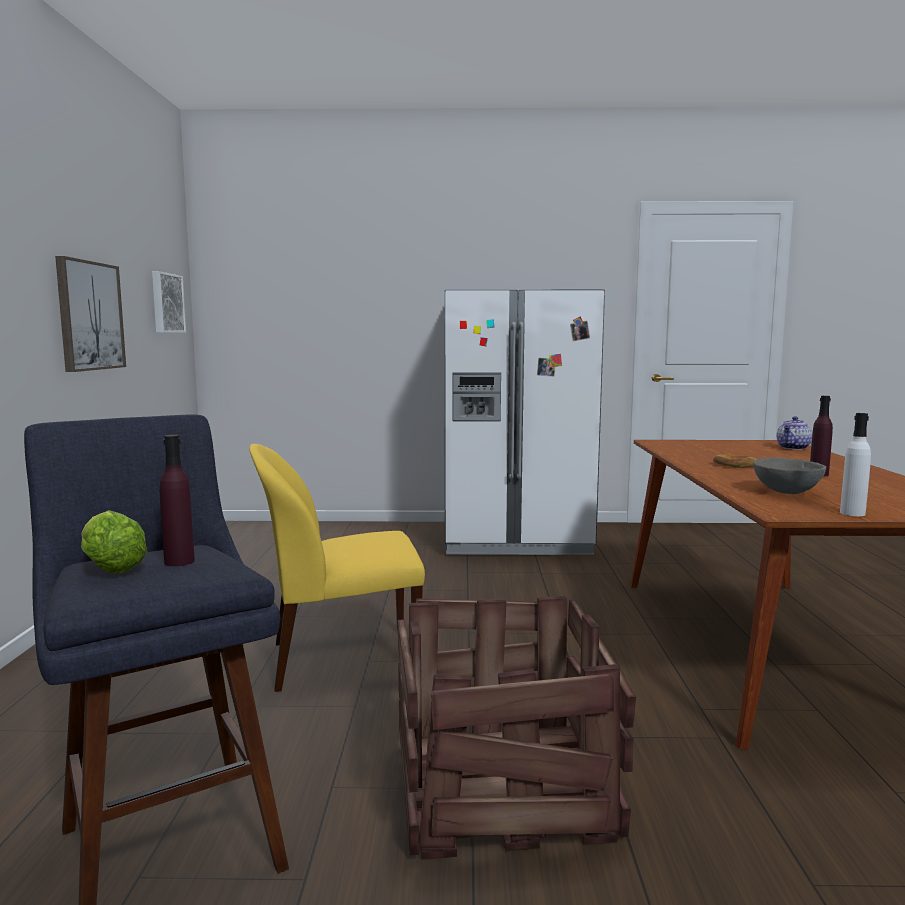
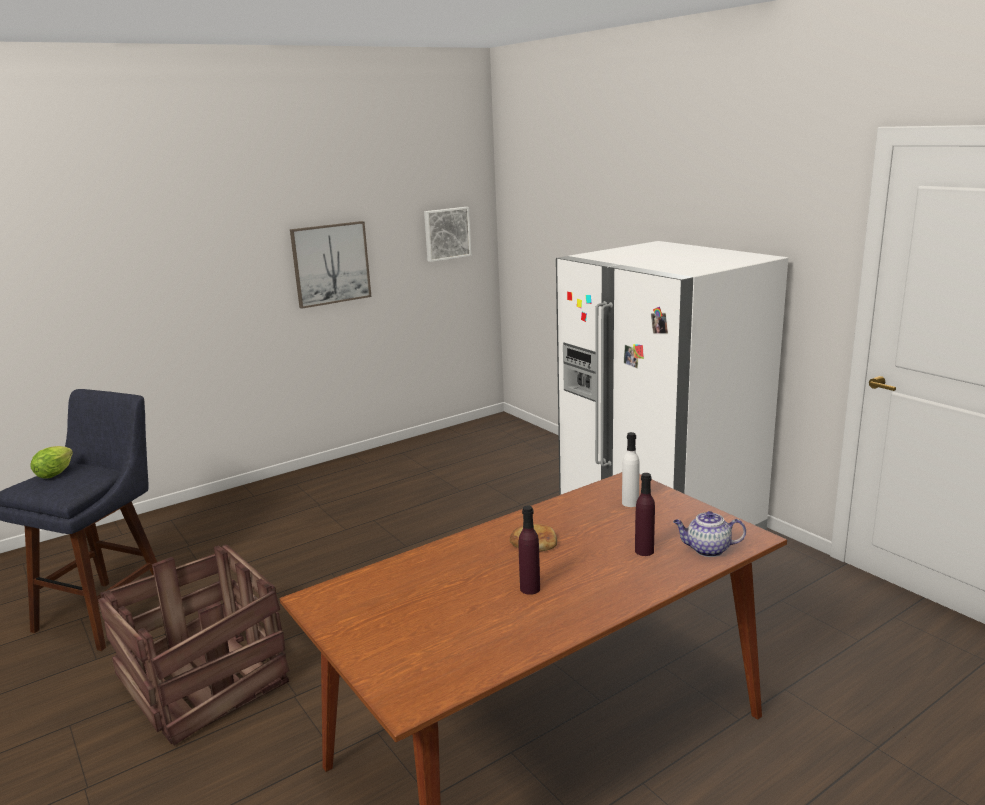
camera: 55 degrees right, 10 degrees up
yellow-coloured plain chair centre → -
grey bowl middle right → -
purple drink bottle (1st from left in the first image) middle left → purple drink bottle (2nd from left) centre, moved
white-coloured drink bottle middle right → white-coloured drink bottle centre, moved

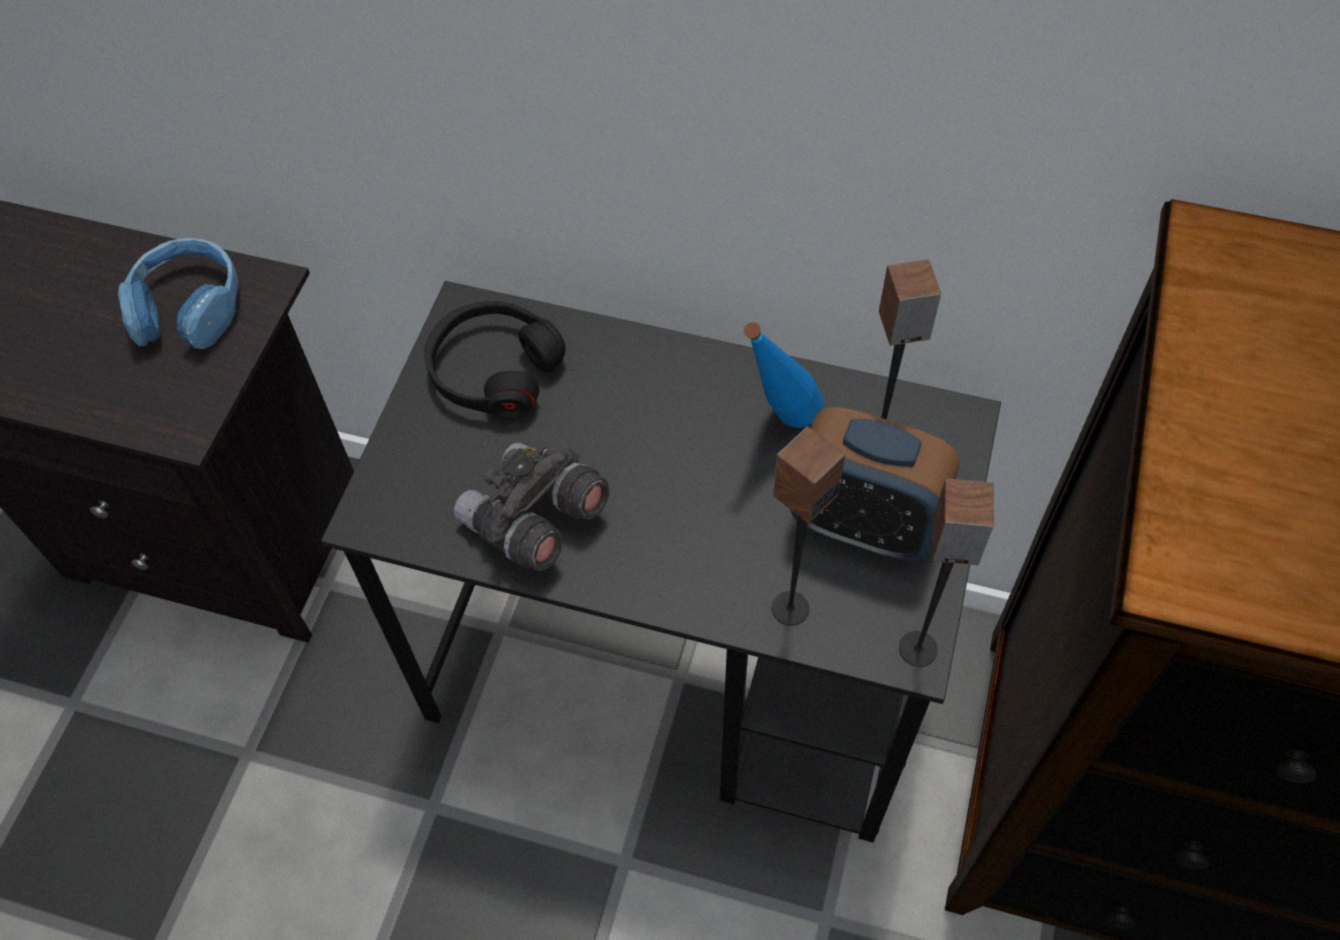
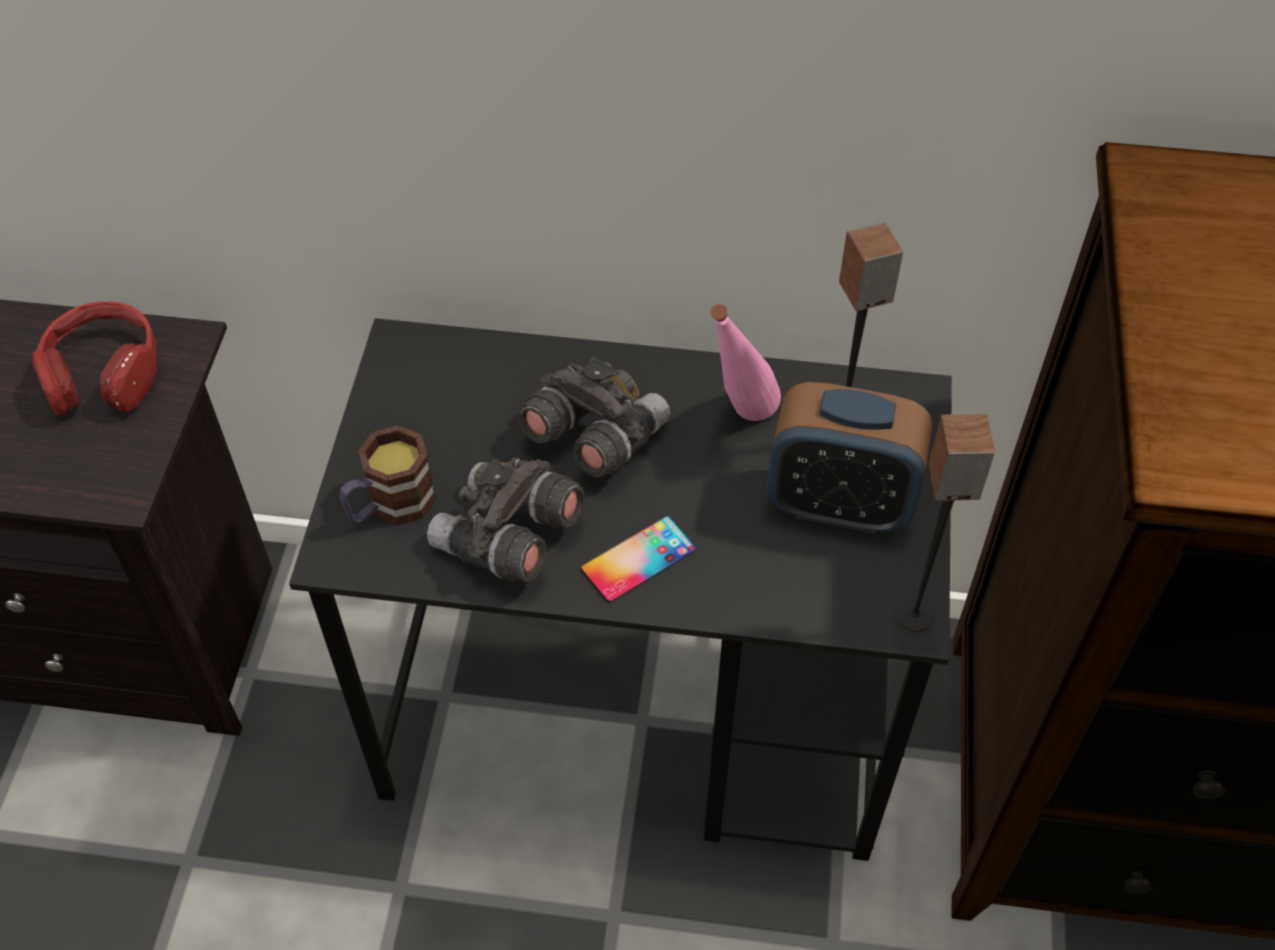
camera: 10 degrees left, 5 degrees down
black-coloured headset centre → -
audio speaker (1st from left) centre → -
- → tea mug middle left
- → grey field glasses (2nd from left) centre
- → handset centre
blue-coloured headset top left → red-coloured headset middle left
blue-coloured drink bottle centre → pink drink bottle centre

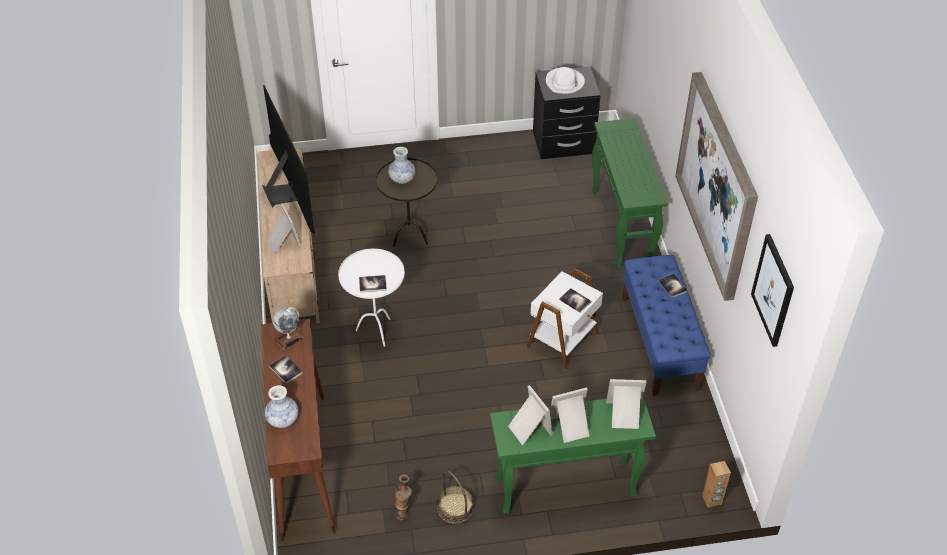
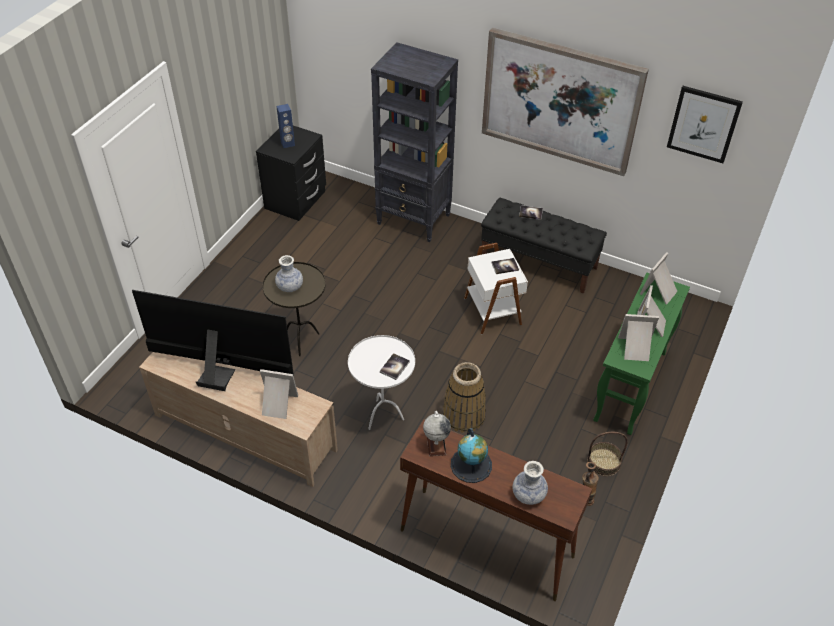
camera: 55 degrees left, 0 degrees up
brownish audio speaker bottom right → -
- → basket (1st from left) centre
book (1st from left) middle left → globe (2nd from left) bottom centre
white-coloured hat top centre → blue-coloured audio speaker top centre
greenish hall table (2nd from left) centre → black-coloured shelving unit top centre
blue-coloured bench middle right → black-coloured bench centre

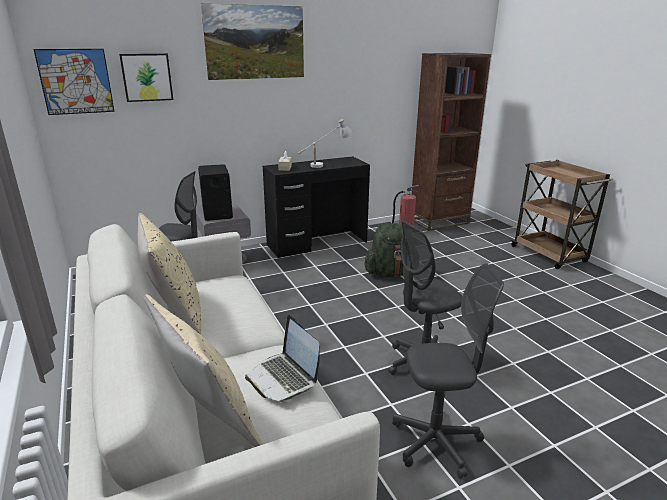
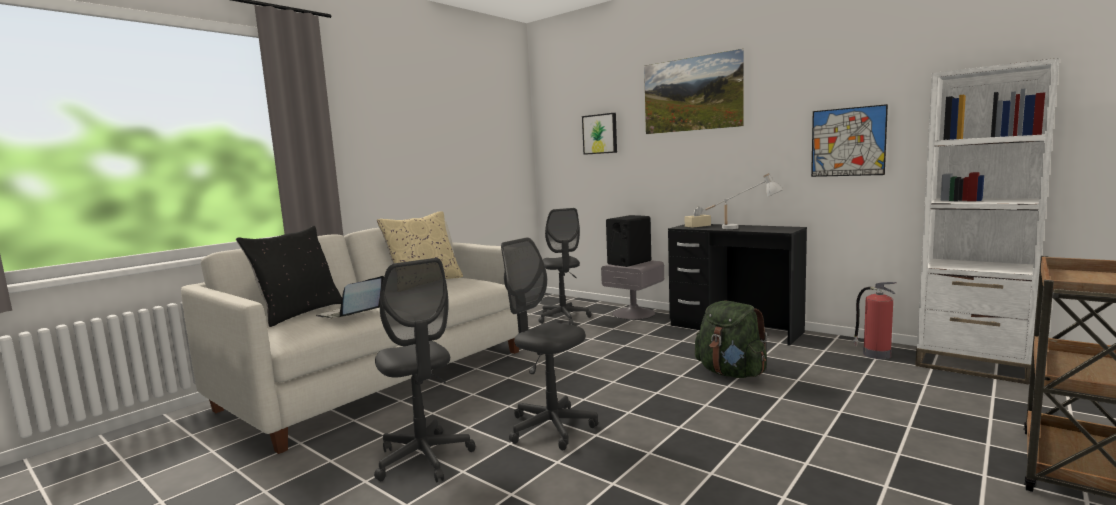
camera: 65 degrees right, 15 degrees down
wall picture (1st from left in the first image) top left → wall picture (3rd from left) top right, moved
sand-coloured pillow (2nd from left) bottom left → black-coloured pillow middle left
brownish shelving unit top right → white-coloured shelving unit middle right

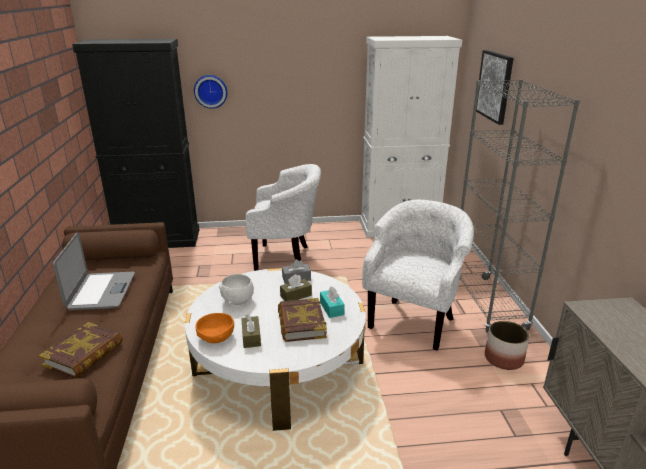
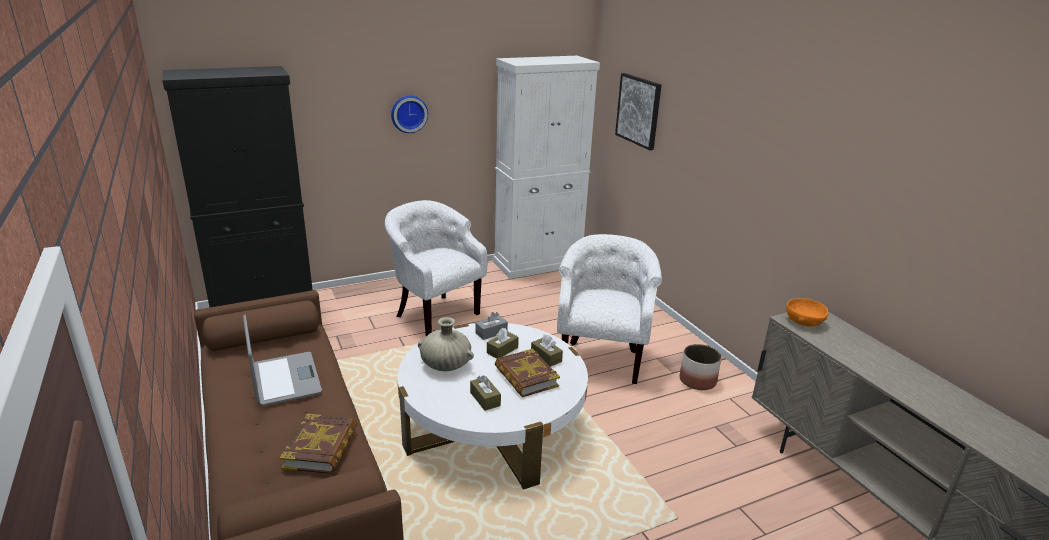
camera: 20 degrees left, 0 degrees up
grey shelving unit middle right → -
wall clock top left → wall clock top centre, moved
orange bowl bottom left → orange bowl middle right, moved
white-coloured bowl centre → sand-coloured decorative vase centre
turquoise box of tissues centre → brownish box of tissues (3rd from left) centre
white-coloured lounge chair (1st from left) centre, 120 degrees counterclockwise

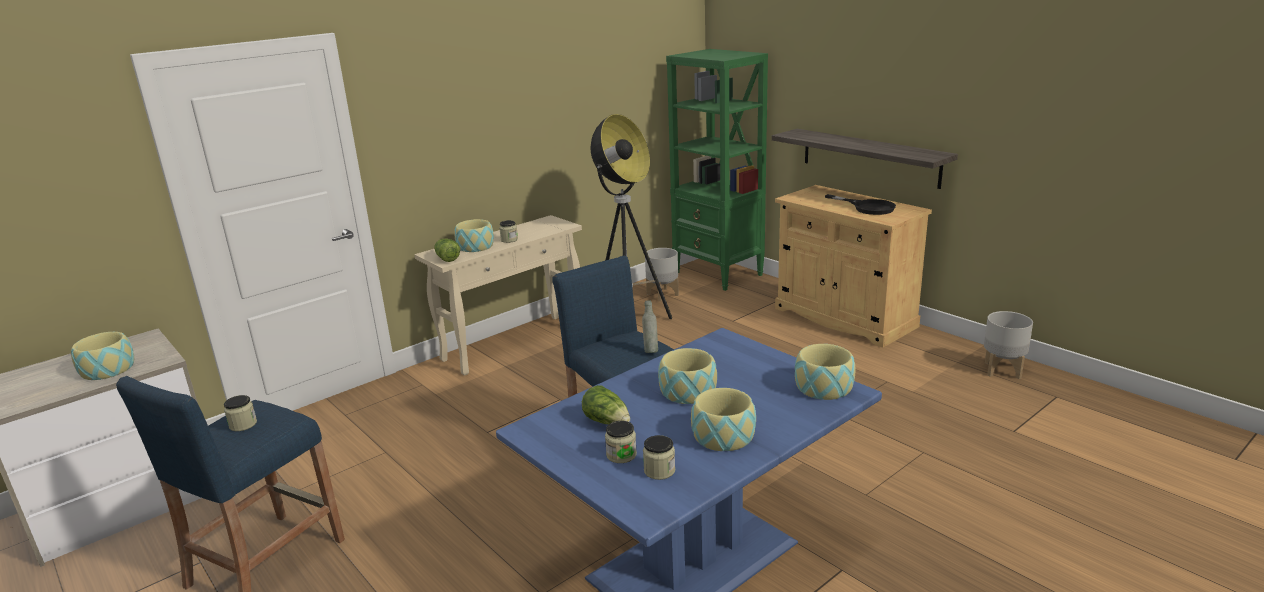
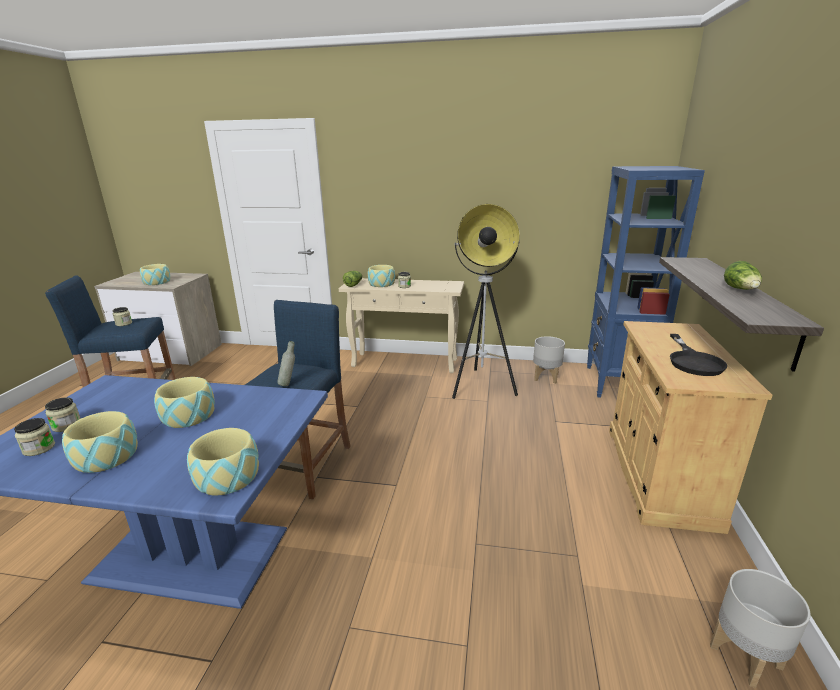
camera: 50 degrees right, 0 degrees up
head of lettuce (2nd from left) bottom centre → head of lettuce (2nd from left) middle right, moved
greenish shelving unit top centre → blue-coloured shelving unit middle right

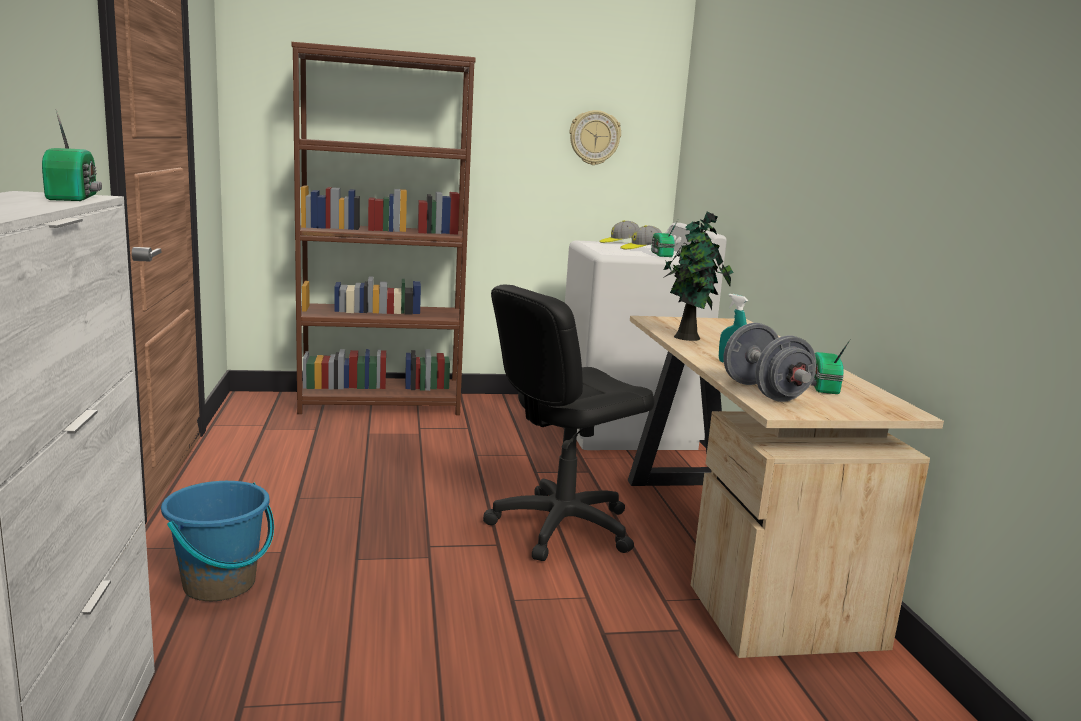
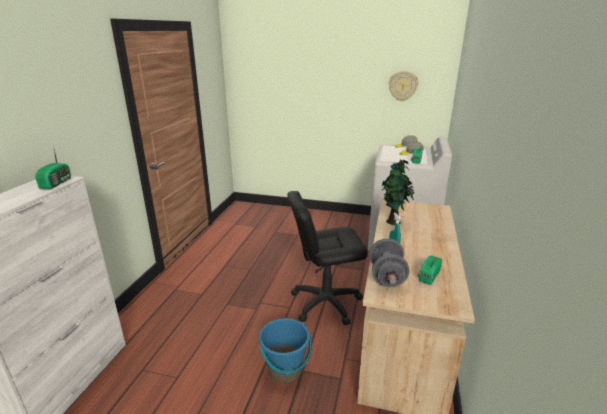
camera: 25 degrees right, 10 degrees up
brownish shelving unit top centre → -
blue-coloured pail bottom left → blue-coloured pail bottom centre, moved

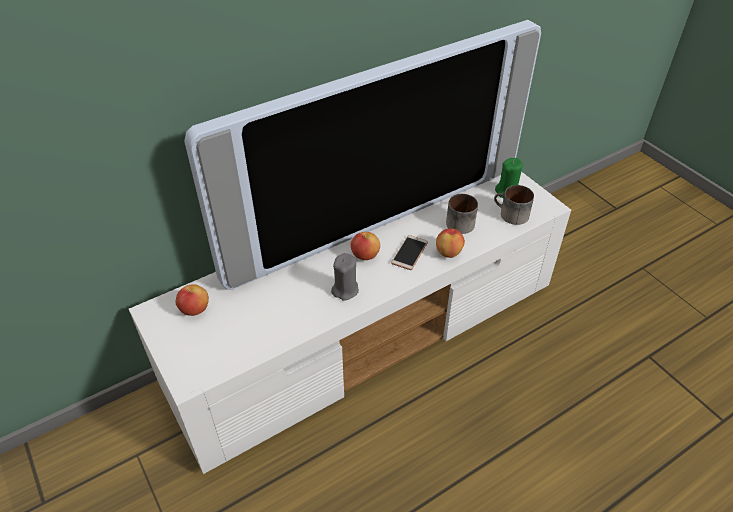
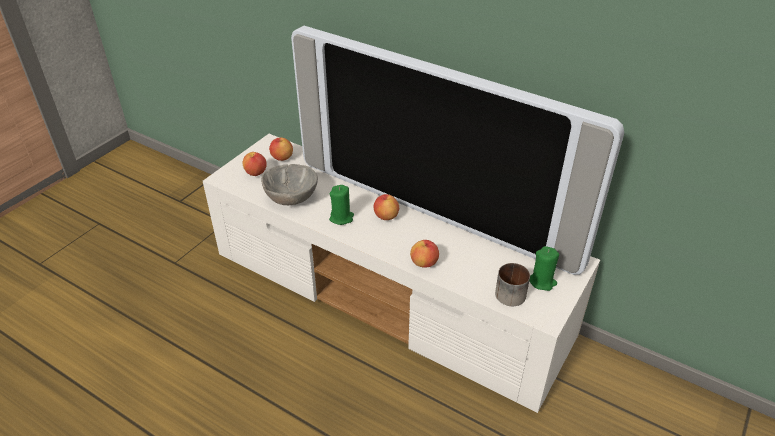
camera: 65 degrees right, 5 degrees down
handset centre → -
tea mug (1st from left) centre → -
- → apple fruit (1st from left) middle left
- → grey bowl centre
grey wax candle centre → greenish wax candle (1st from left) centre

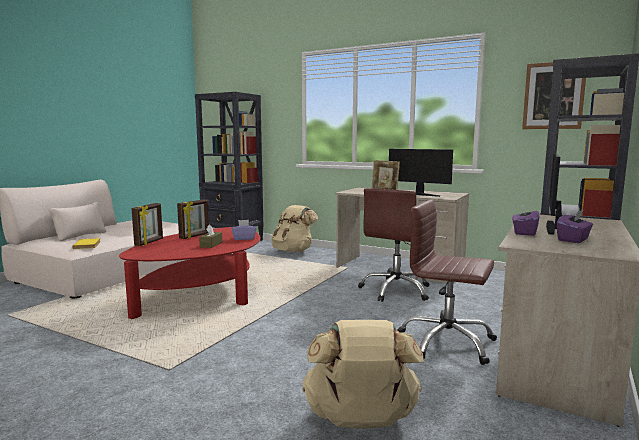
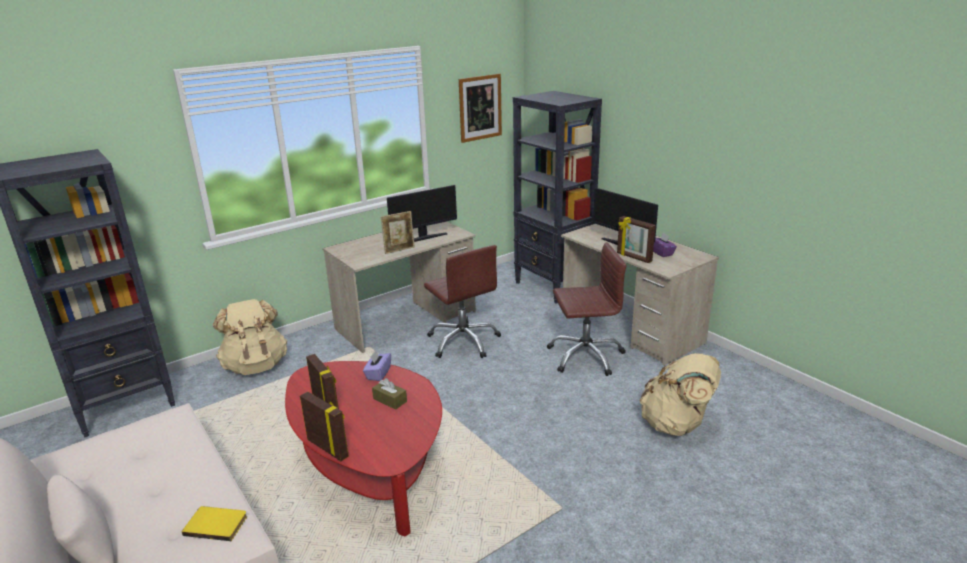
camera: 65 degrees left, 15 degrees up
purple box of tissues (2nd from left) middle right → photo frame (4th from left) centre
brownish desk chair (2nd from left) middle right → brownish desk chair (2nd from left) centre, 150 degrees counterclockwise

